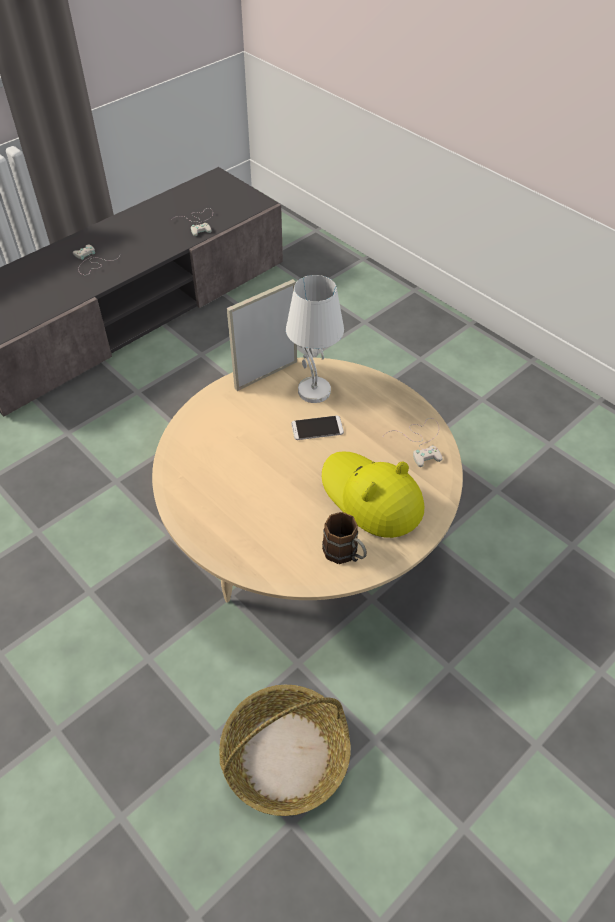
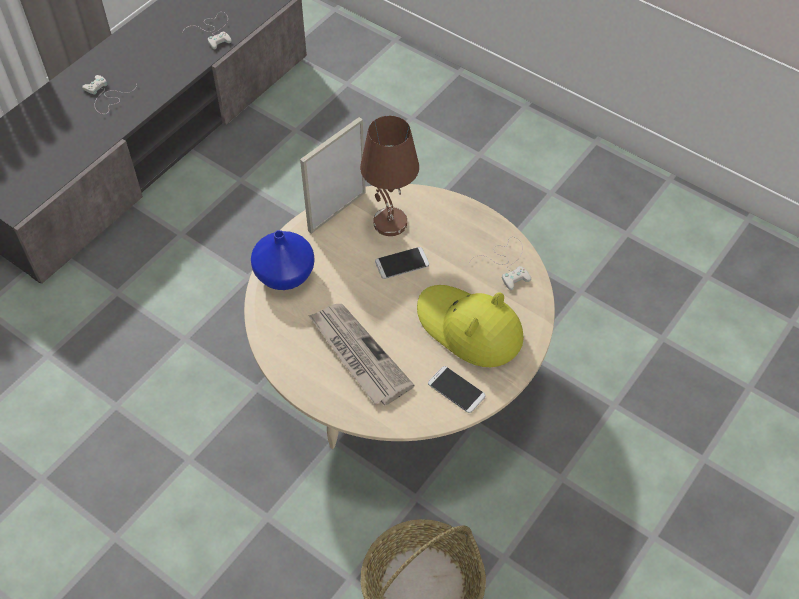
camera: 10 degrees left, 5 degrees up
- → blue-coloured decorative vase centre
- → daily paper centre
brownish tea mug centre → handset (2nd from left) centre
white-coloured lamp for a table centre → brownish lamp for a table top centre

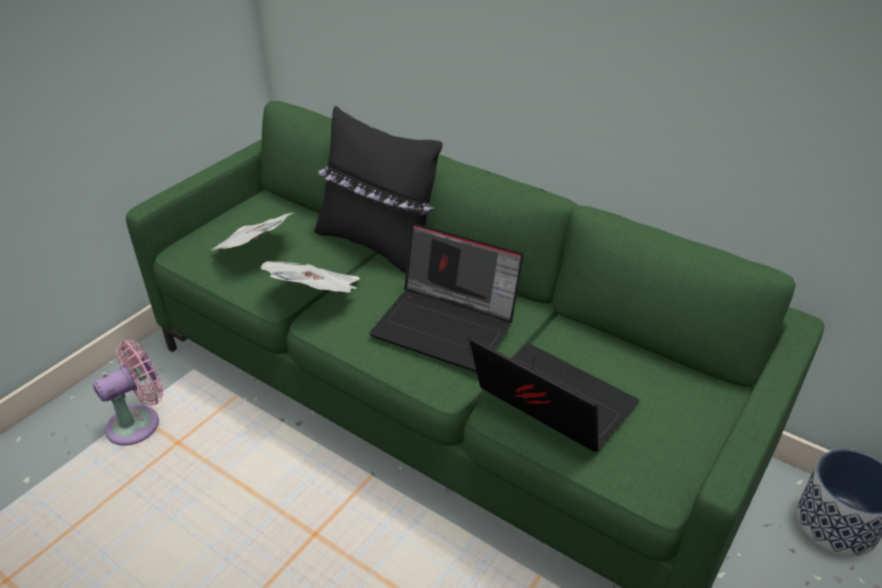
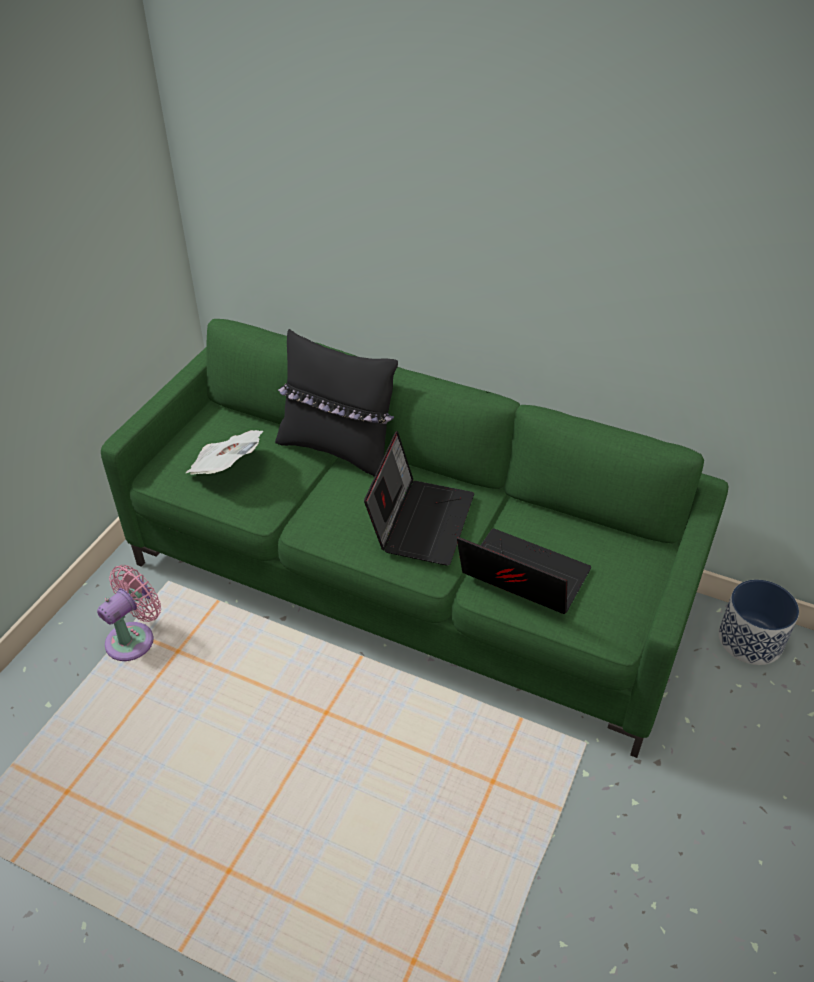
camera: 10 degrees left, 5 degrees up
daily paper (2nd from left) centre → -
laptop (1st from left) centre, 90 degrees counterclockwise

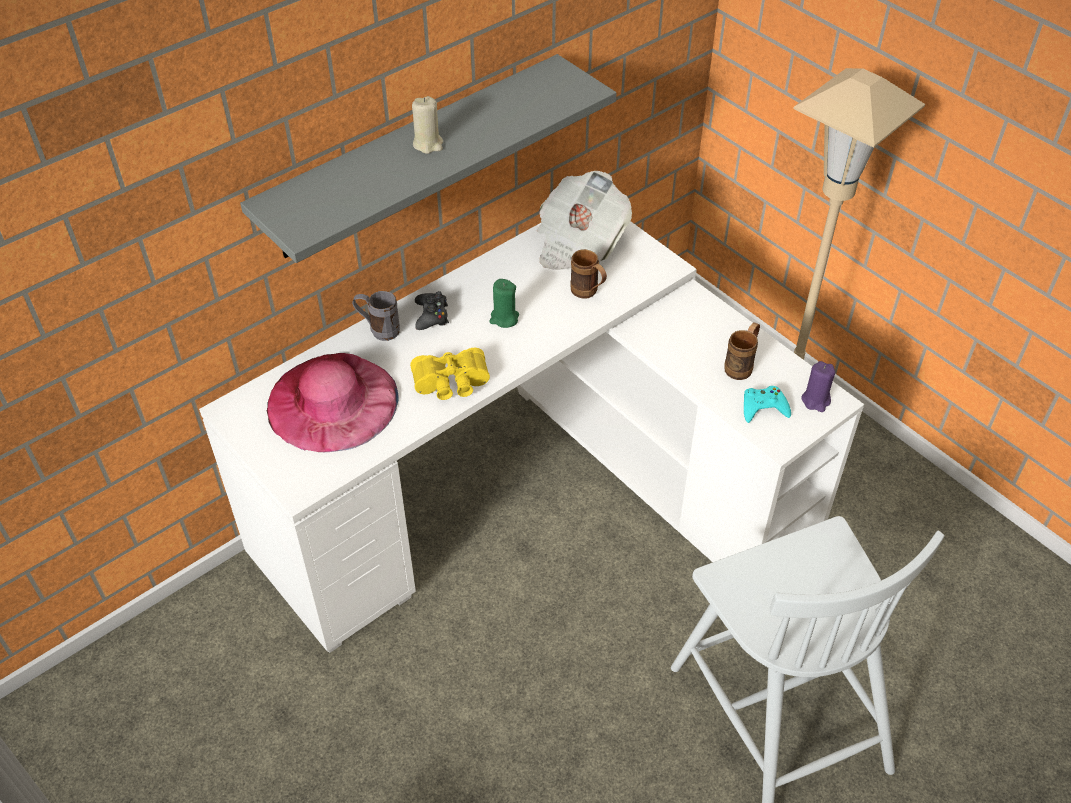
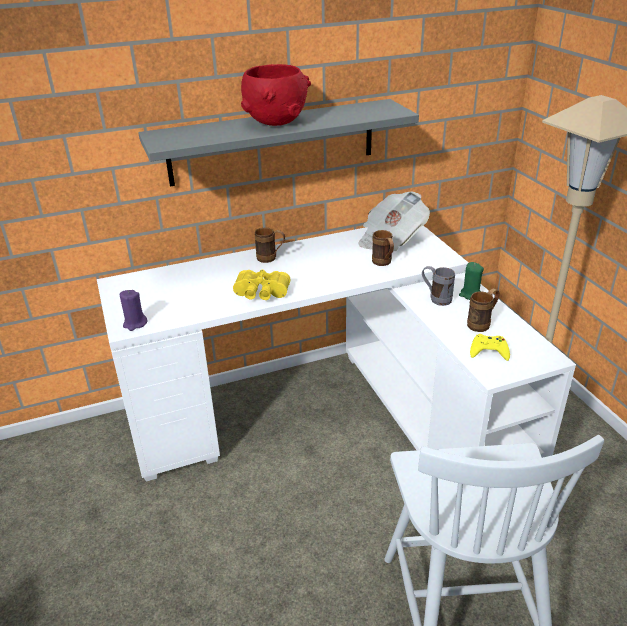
camera: 20 degrees right, 15 degrees down
pink hat middle left → -
grey tea mug centre → grey tea mug middle right, moved
greenish wax candle centre → greenish wax candle middle right, moved
purple wax candle middle right → purple wax candle middle left, moved
sand-coloured wax candle top centre → red-coloured bowl top centre
black-coloured joypad centre → brownish tea mug (1st from left) centre
turquoise joypad middle right → yellow-coloured joypad middle right

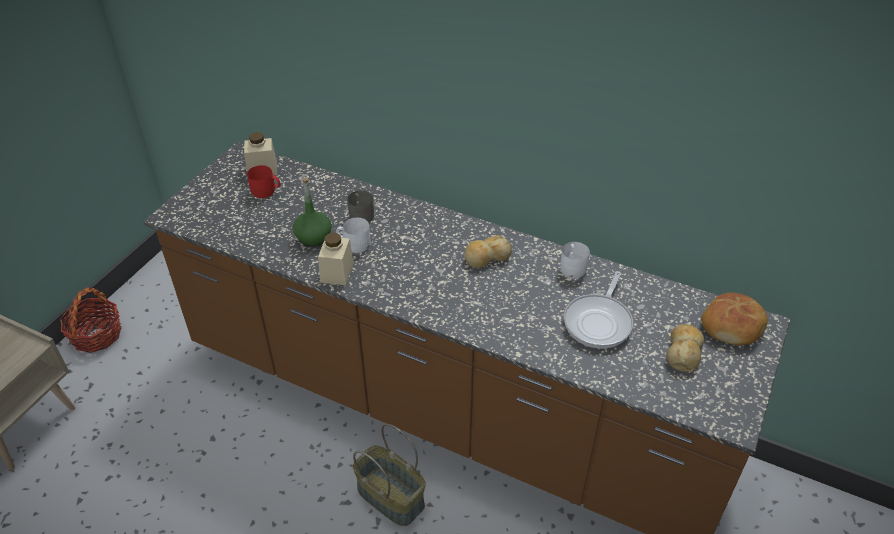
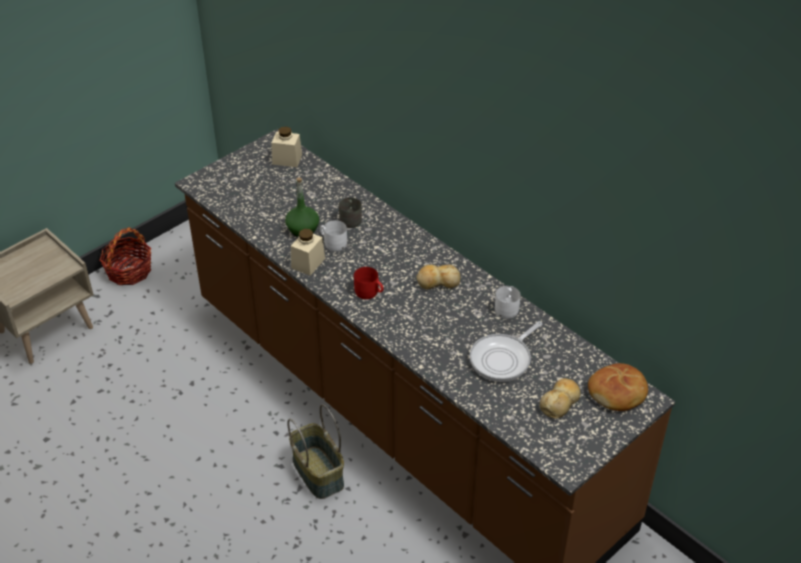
camera: 20 degrees right, 0 degrees up
red-coloured tea mug middle left → red-coloured tea mug centre, moved

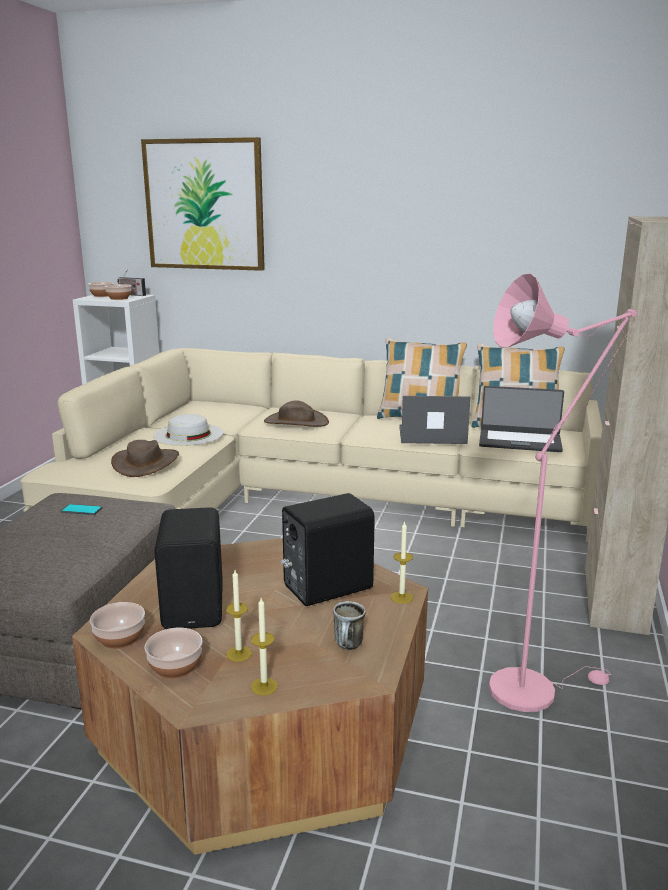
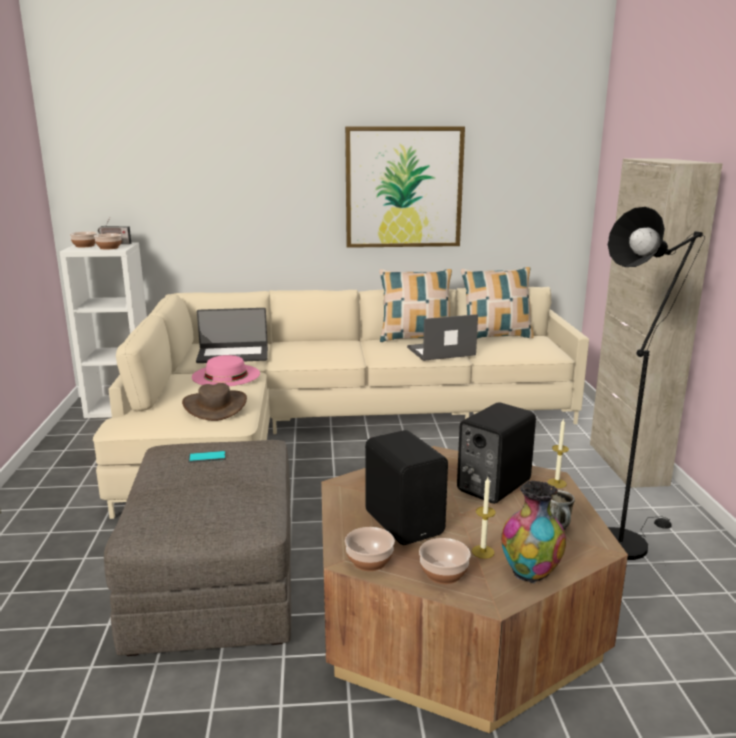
camera: 20 degrees left, 0 degrees up
brownish hat (2nd from left) centre → -
wall picture top left → wall picture top centre, moved
laptop (2nd from left in the first image) middle right → laptop (1st from left) middle left, moved
wax candle (2nd from left) bottom centre → decorative vase bottom right
white-coloured hat middle left → pink hat middle left
pink standing lamp middle right → black-coloured standing lamp middle right

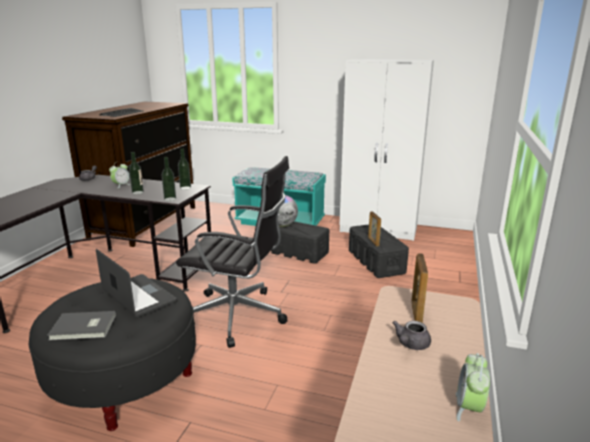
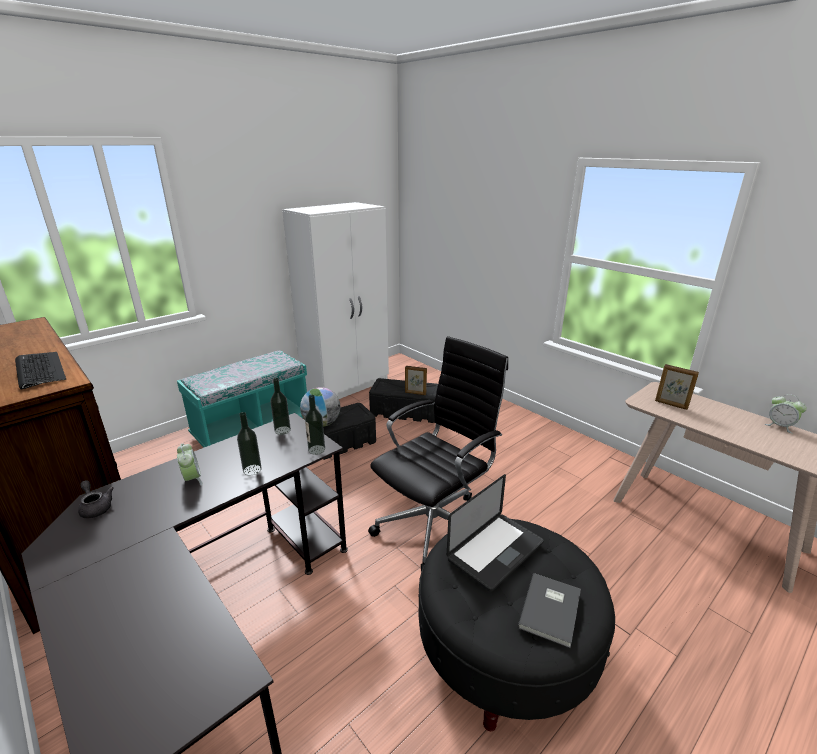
camera: 60 degrees left, 5 degrees up
grey tea pot (2nd from left) bottom right → -
laptop middle left → laptop bottom centre, 150 degrees clockwise

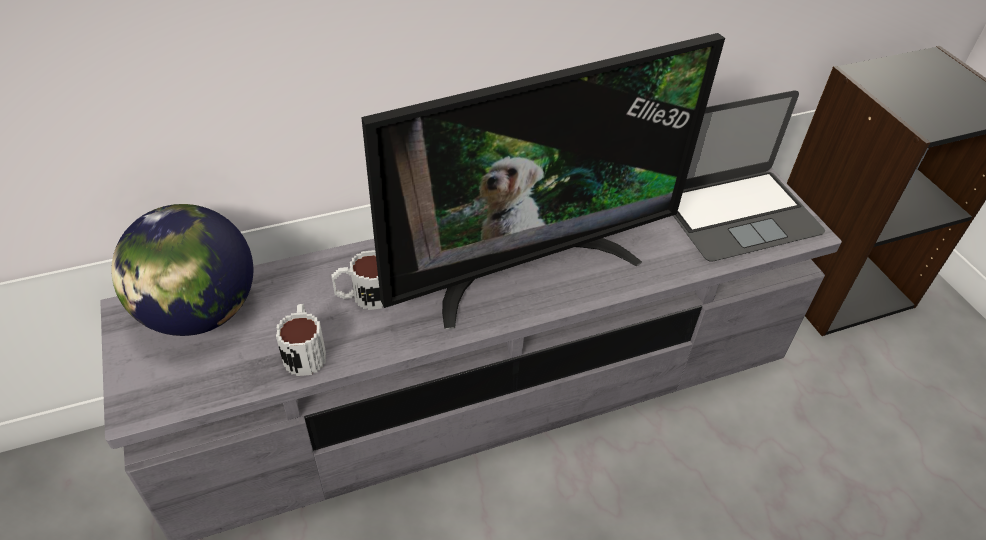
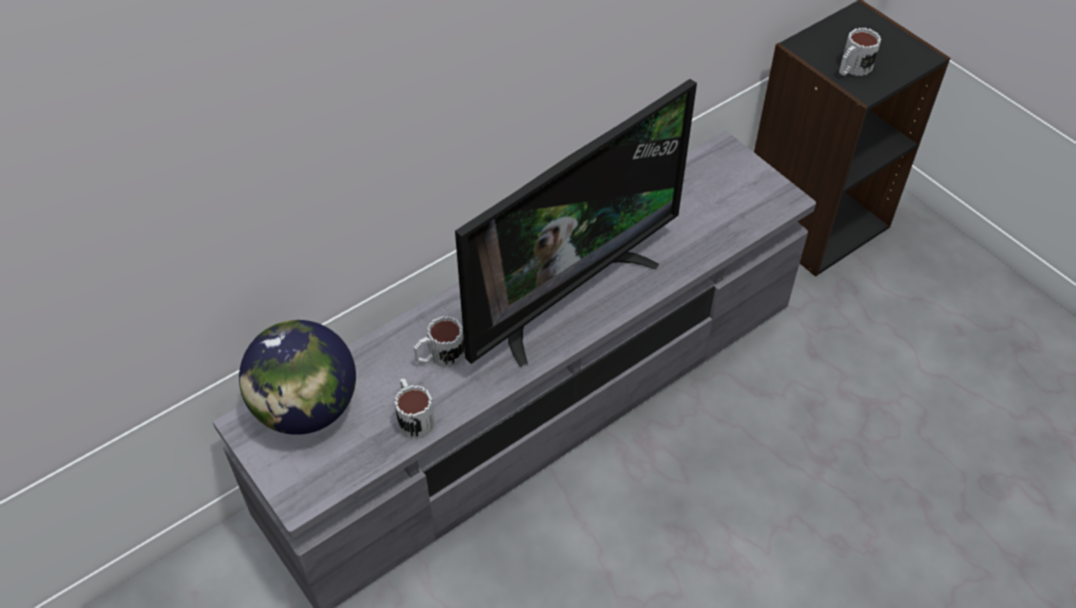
camera: 15 degrees left, 5 degrees up
laptop top right → -
- → tea mug (3rd from left) top right

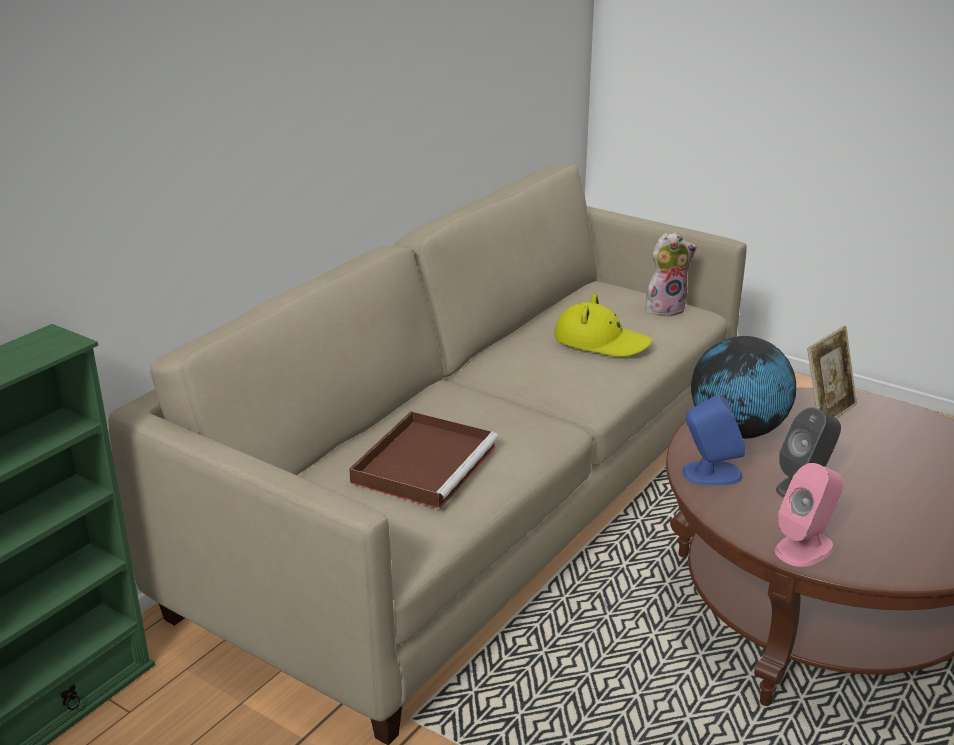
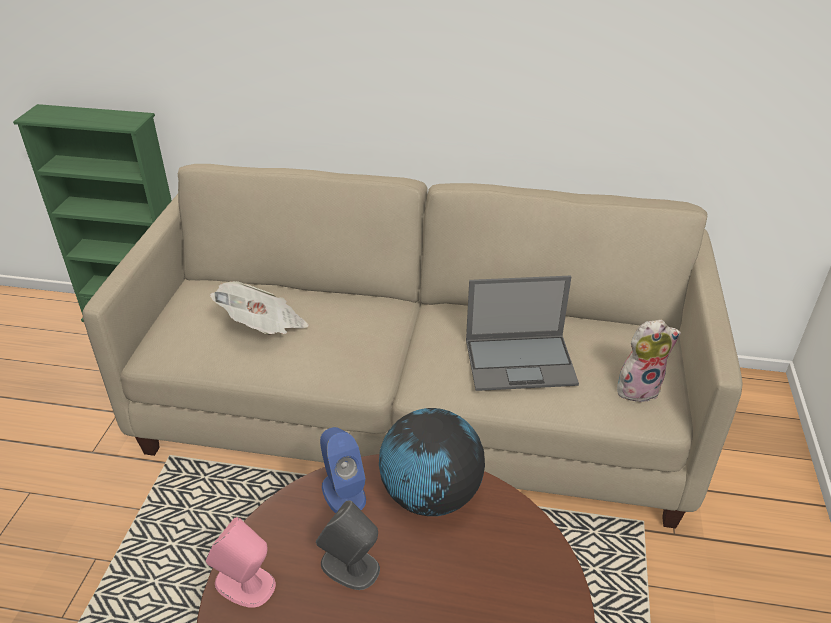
camera: 65 degrees right, 10 degrees up
photo frame middle right → -
brownish serving tray centre → daily paper middle left
yellow-coloured hat centre → laptop centre
plush toy middle right, 60 degrees counterclockwise

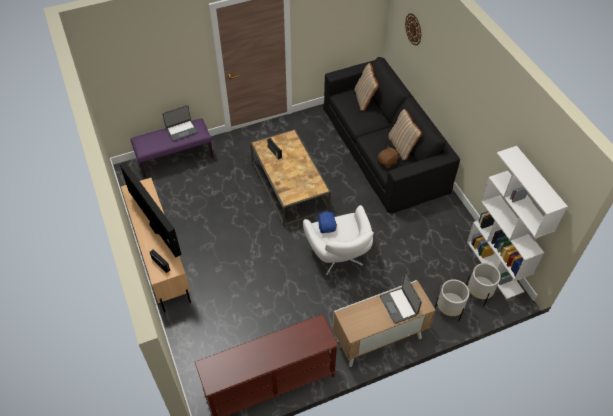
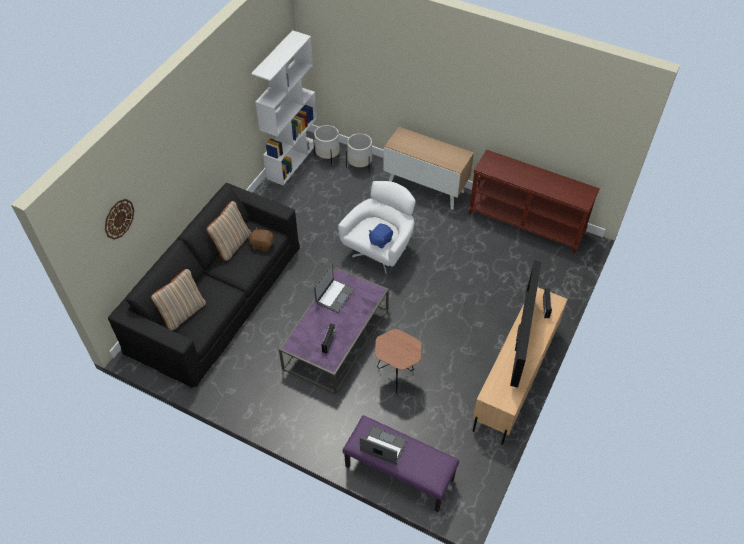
camera: 130 degrees left, 0 degrees up
- → brownish accent table centre
laptop (2nd from left in the first image) bottom centre → laptop (1st from left) centre, moved
brownish coffee table centre → purple coffee table centre

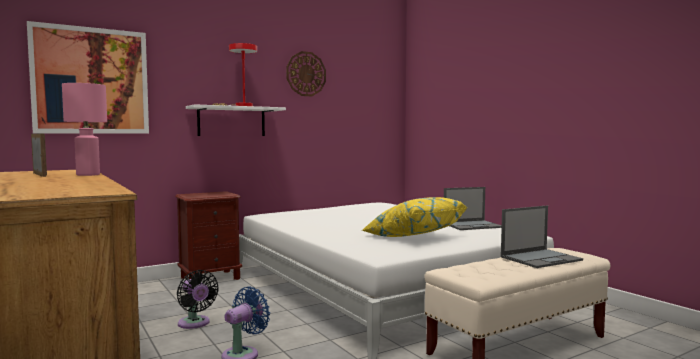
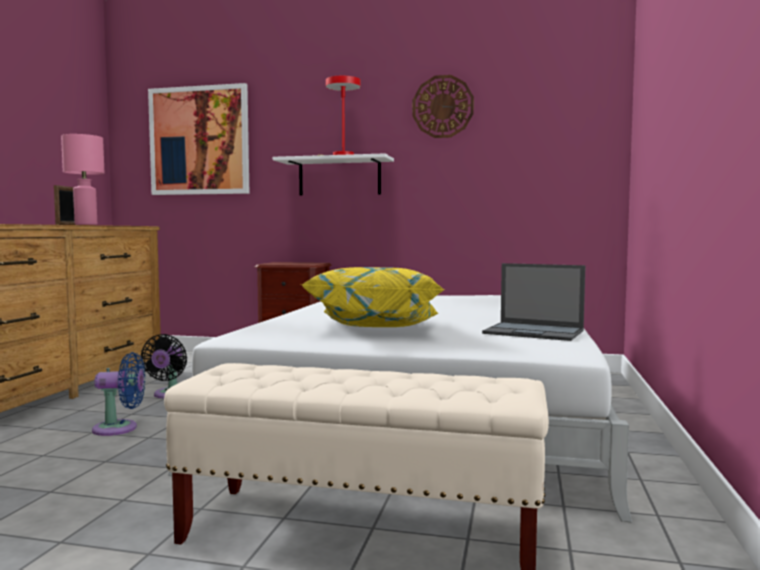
camera: 45 degrees right, 0 degrees up
laptop (2nd from left) middle right → -

